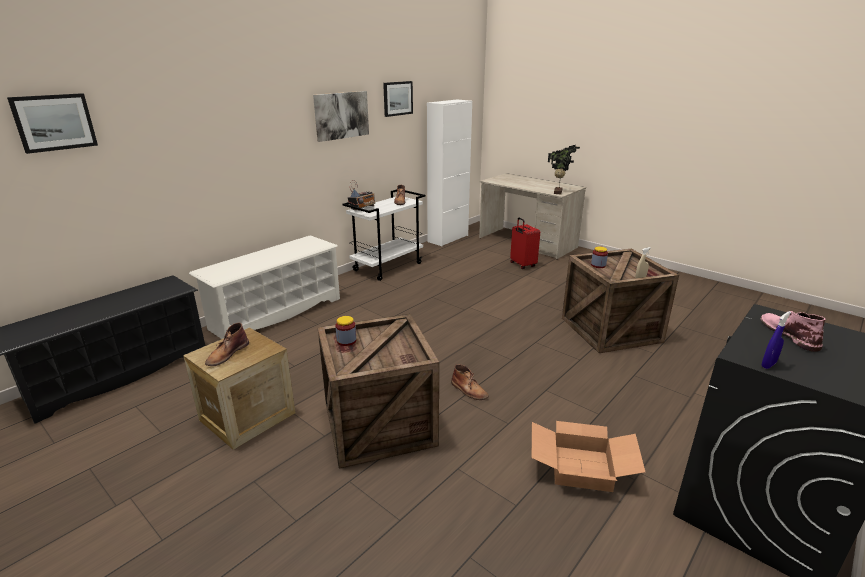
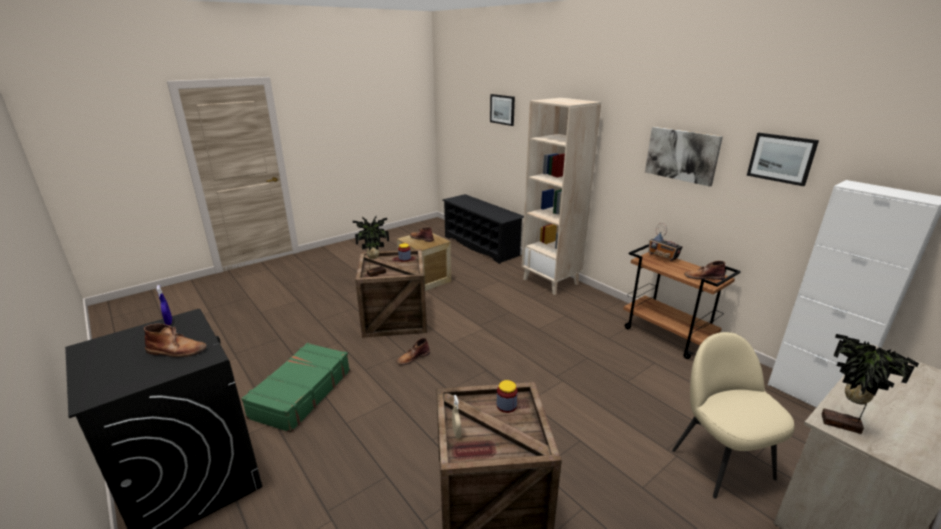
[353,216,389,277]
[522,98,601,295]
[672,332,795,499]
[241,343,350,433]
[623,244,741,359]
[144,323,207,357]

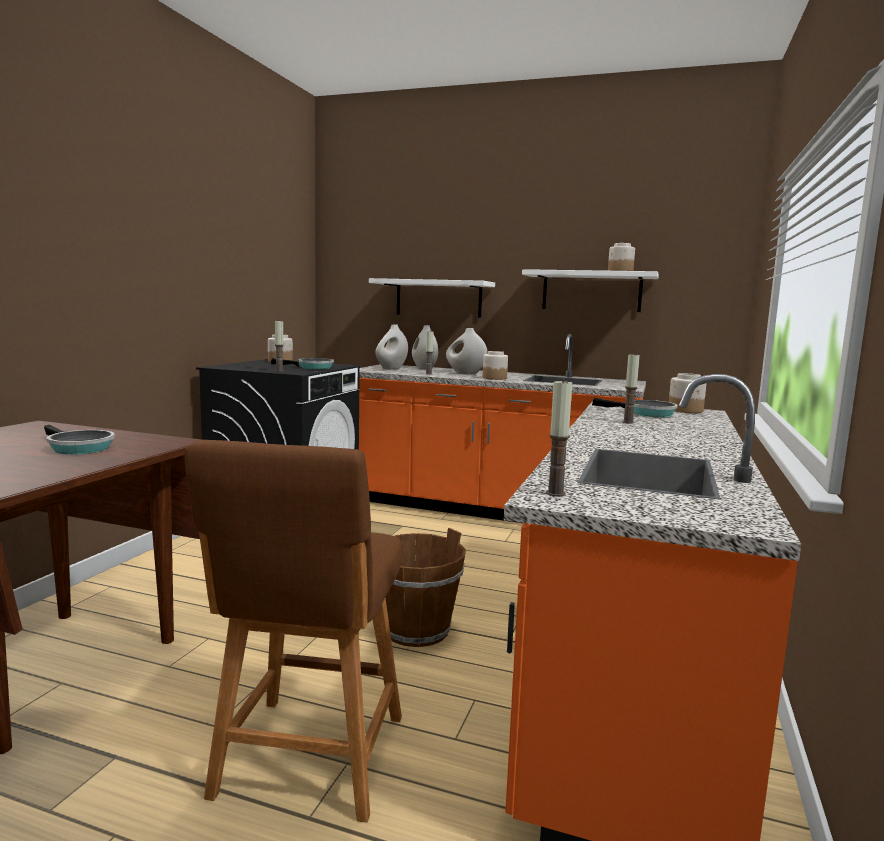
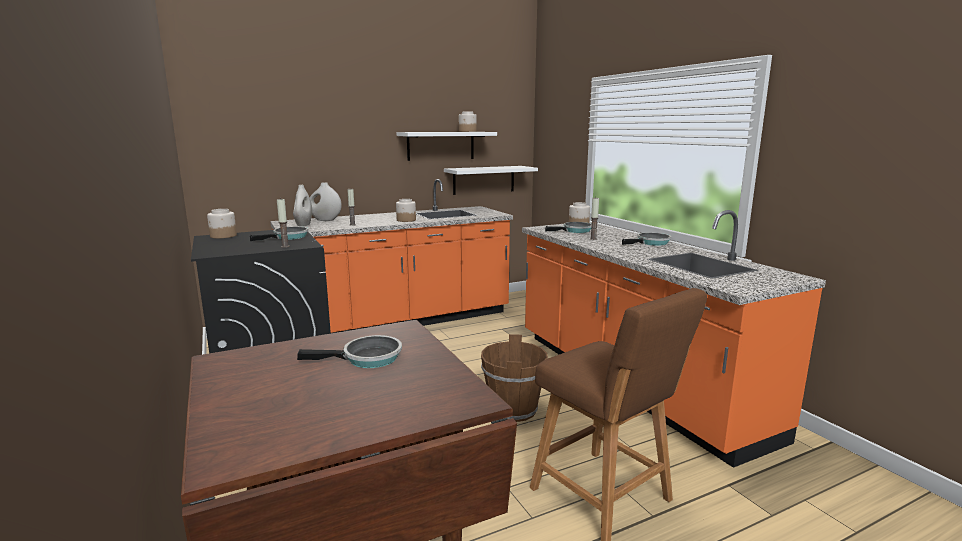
[446,328,488,375] (first image)
[546,379,572,496] (first image)
[622,232,671,246]
[444,166,538,195]

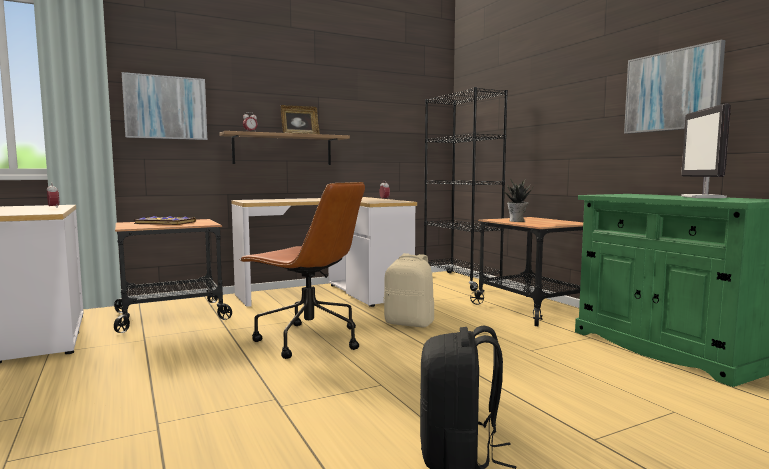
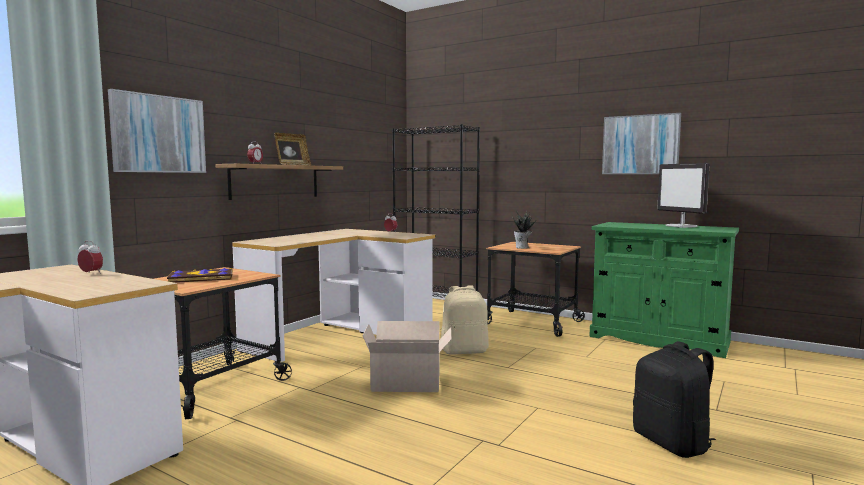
[362,321,451,392]

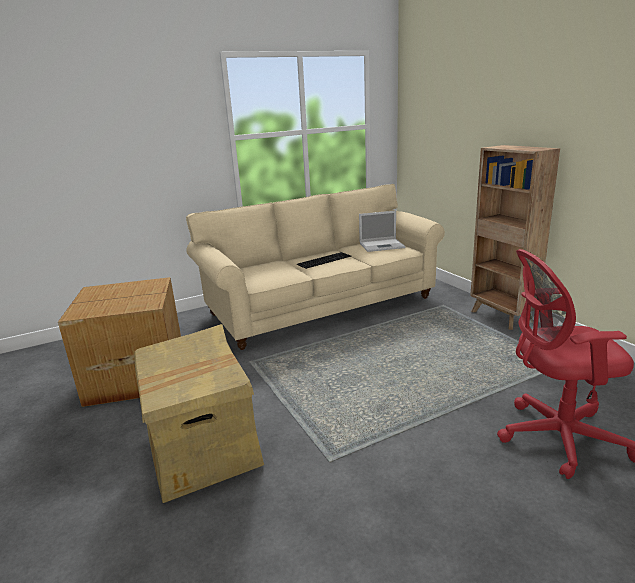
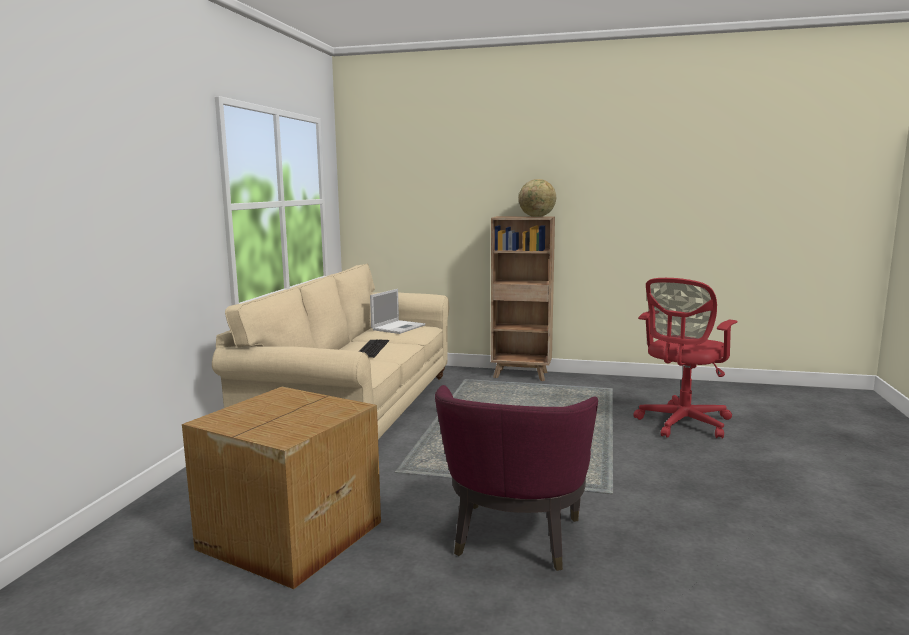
[519,179,556,217]
[435,385,598,571]

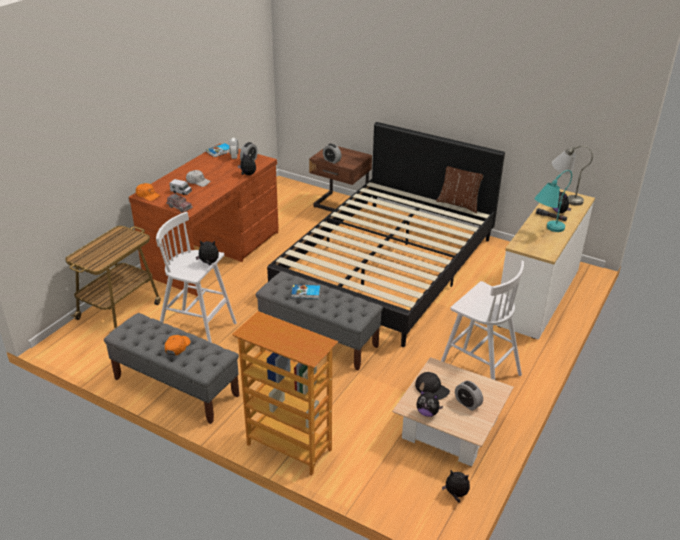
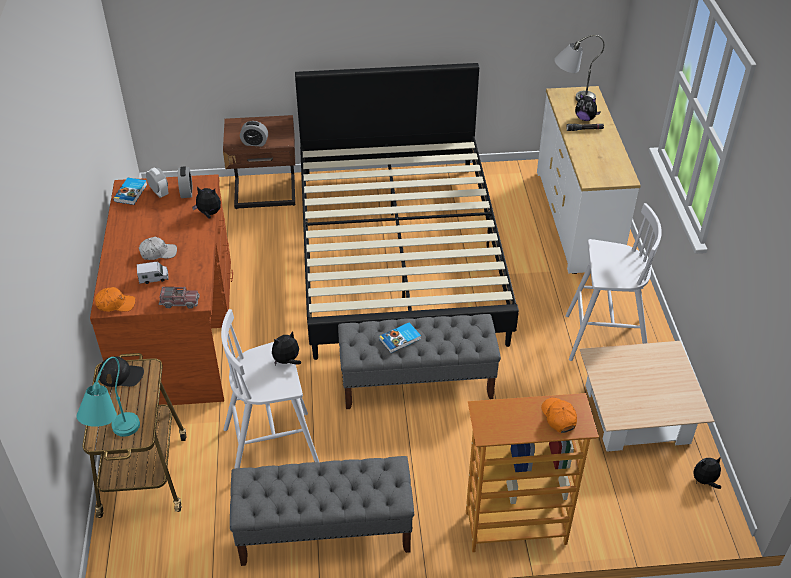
[416,390,443,417] (first image)
[436,166,483,213] (first image)
[455,381,483,411] (first image)
[541,398,577,433]
[98,356,144,387]
[77,357,140,437]

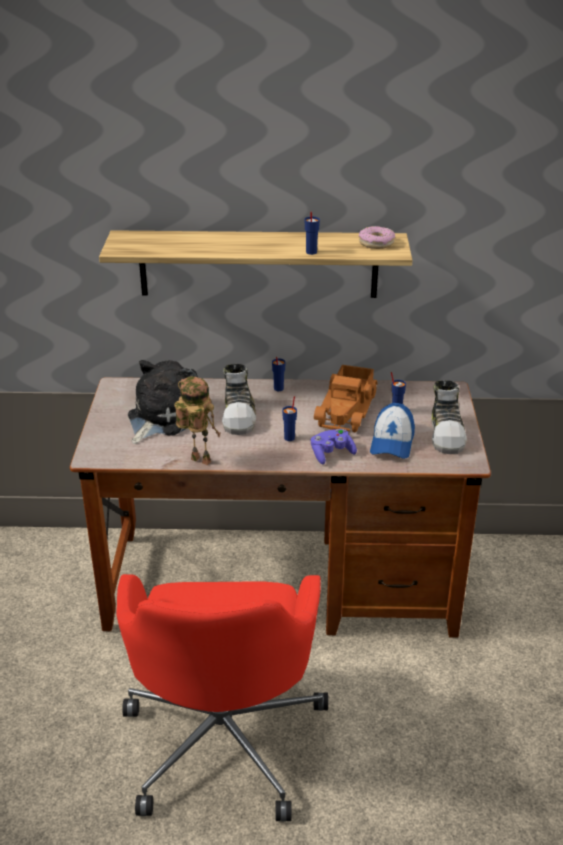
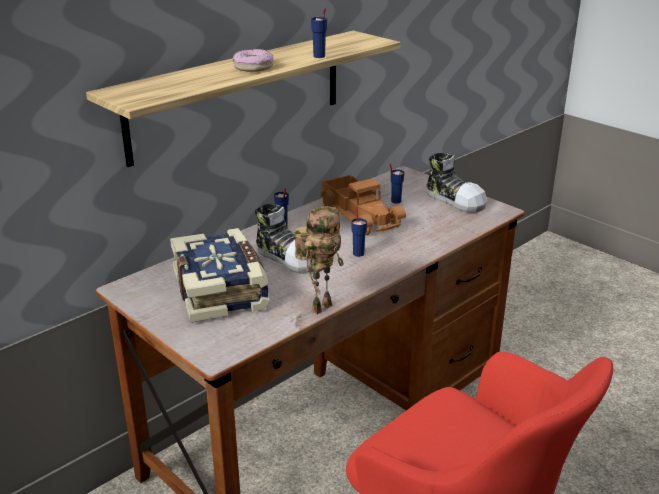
[310,429,357,465] (first image)
[370,403,415,459] (first image)
[233,49,274,72]
[170,228,269,323]
[294,206,344,315]

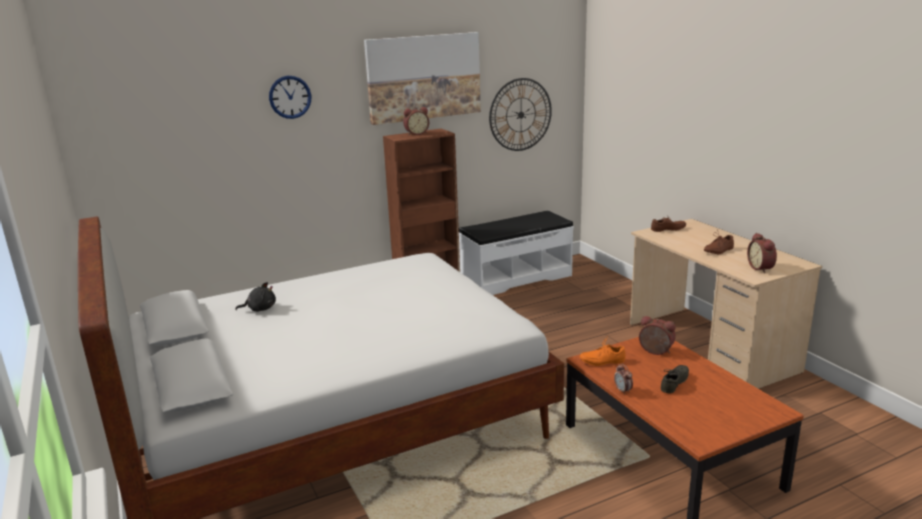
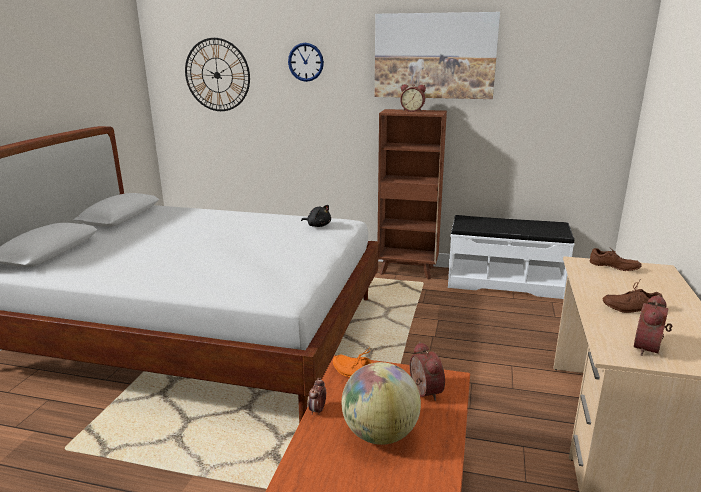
[301,205,331,227]
[185,38,250,111]
[342,362,421,445]

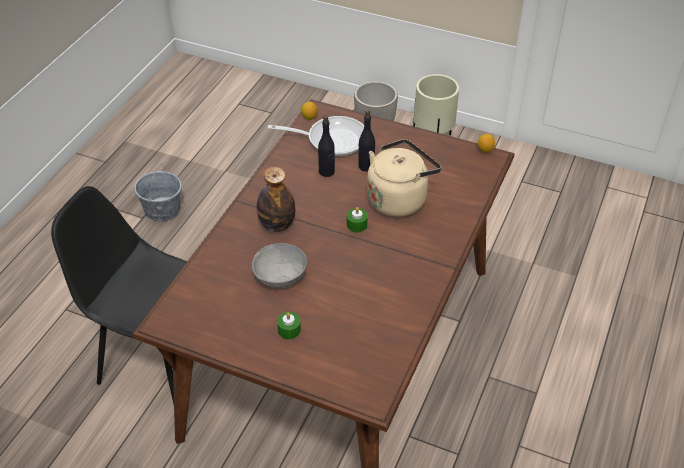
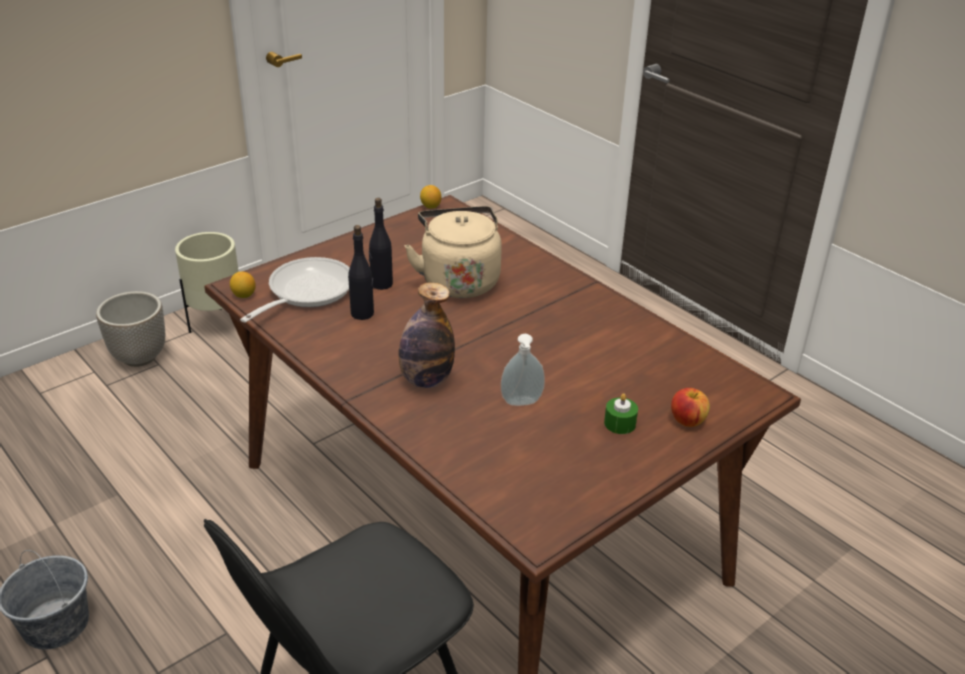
[347,207,368,233] (first image)
[671,388,710,427]
[501,334,545,406]

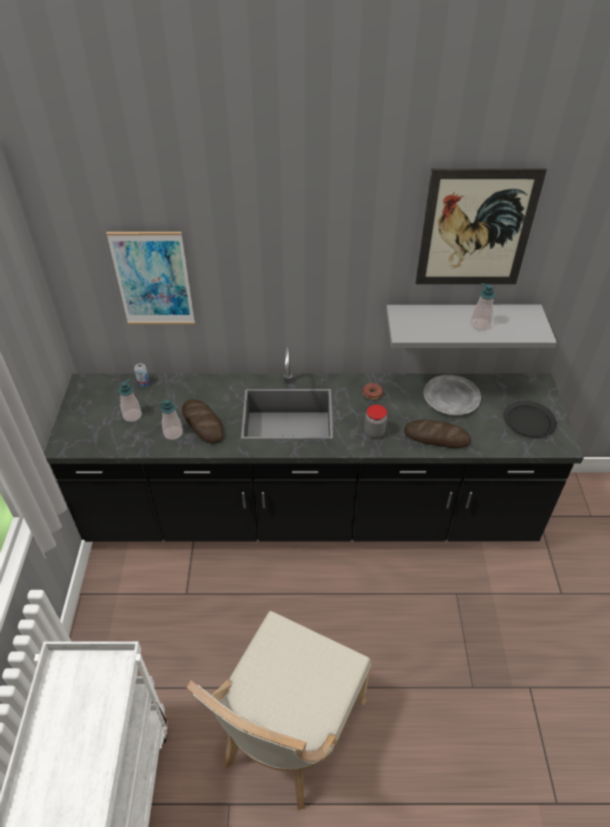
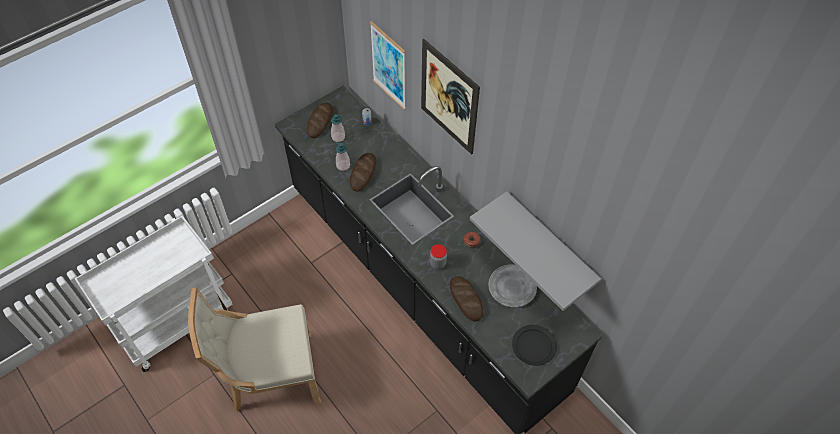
[471,283,496,330] (first image)
[307,103,333,138]
[421,39,480,155]

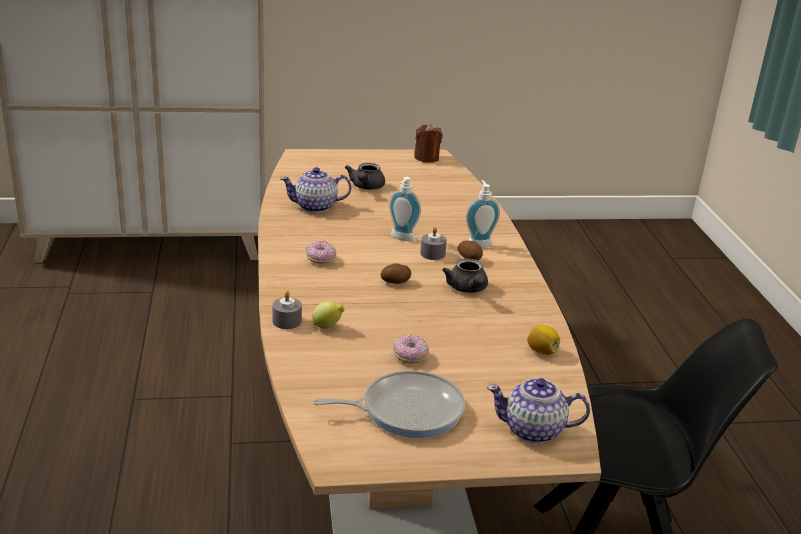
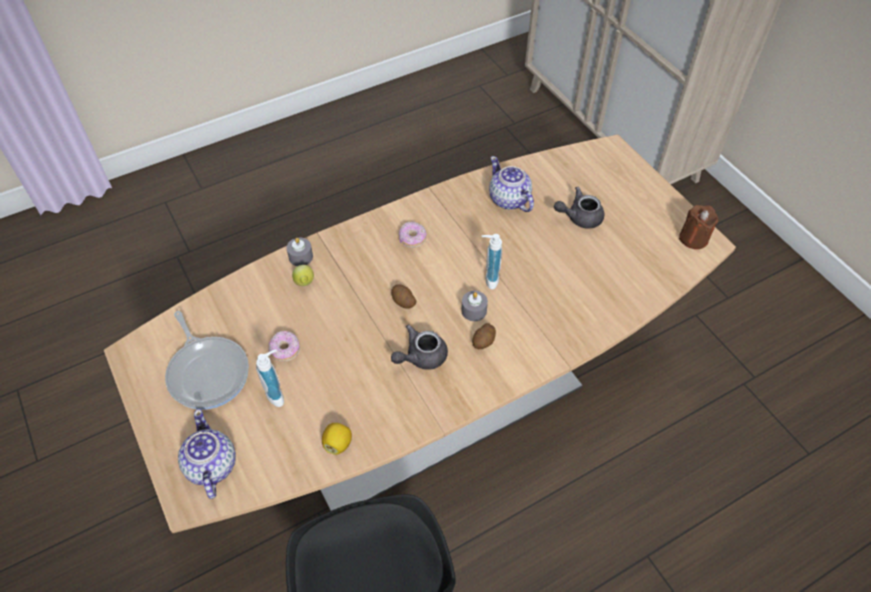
[256,349,284,407]

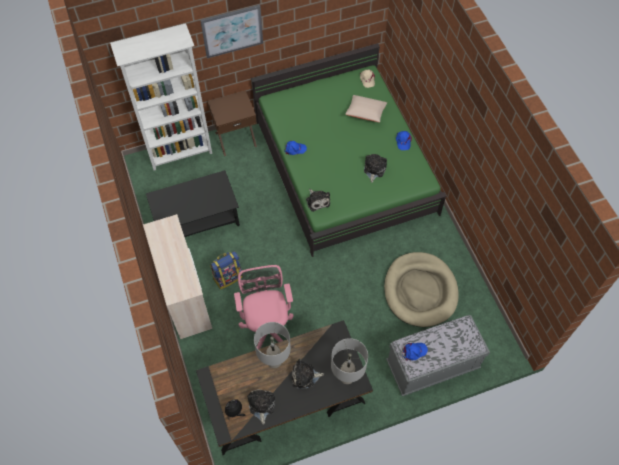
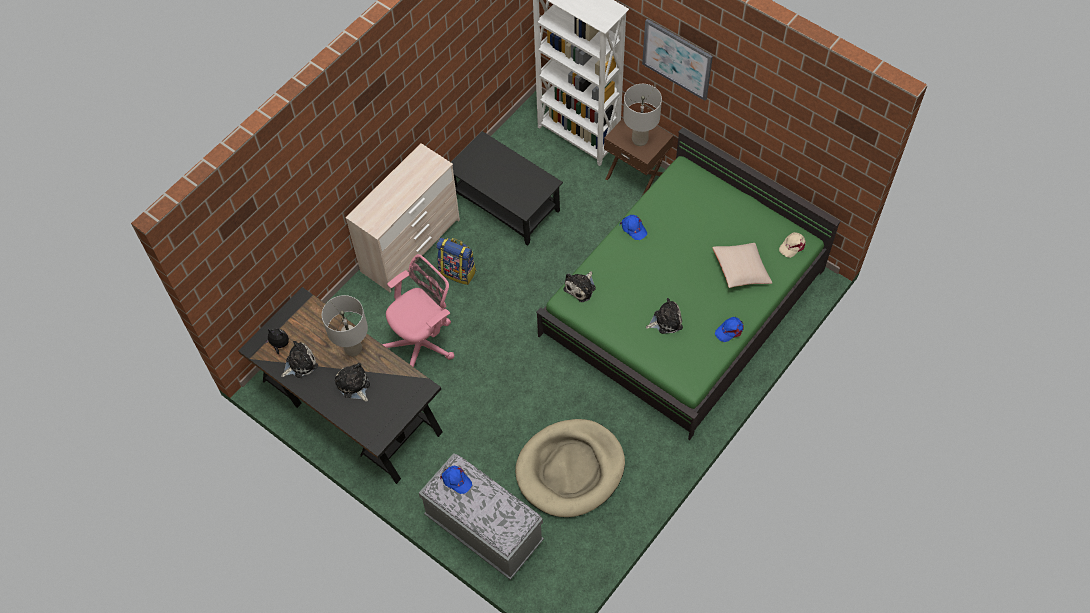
[623,84,662,146]

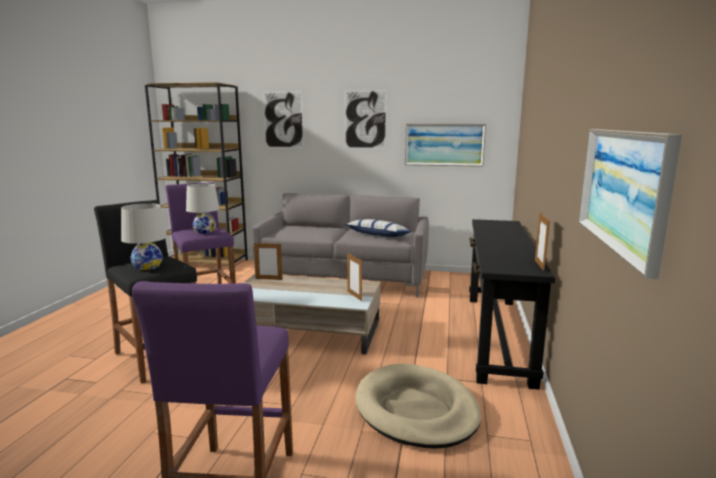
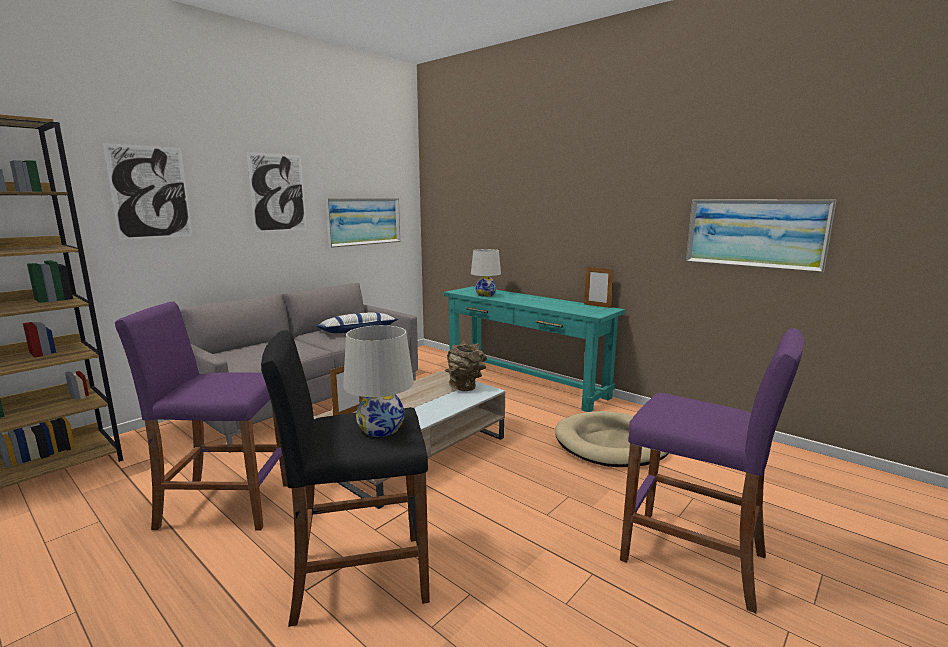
[471,249,501,297]
[445,341,487,391]
[444,286,625,412]

